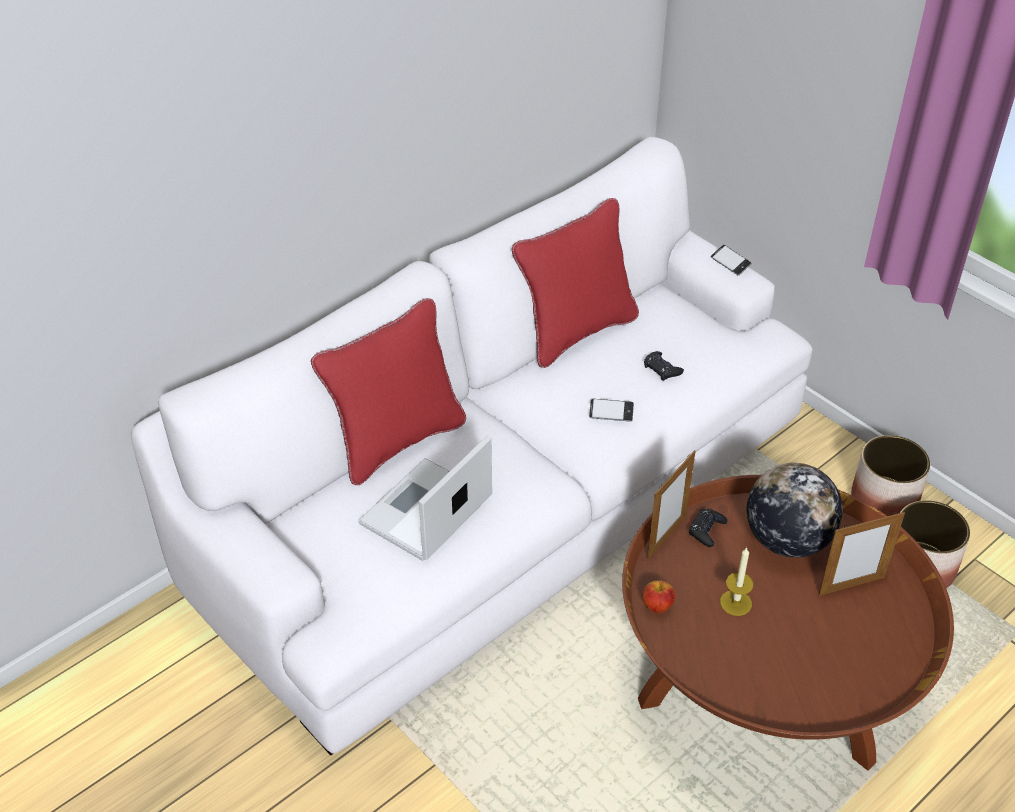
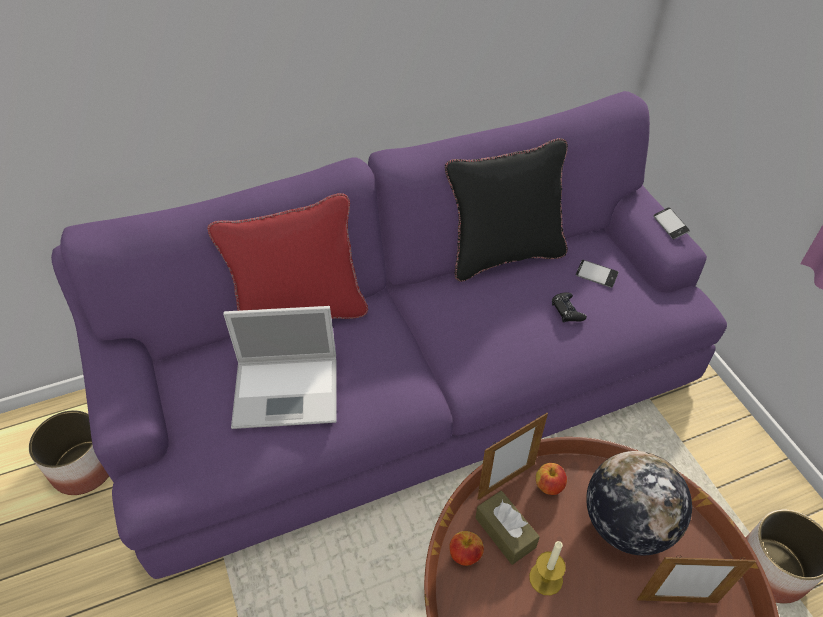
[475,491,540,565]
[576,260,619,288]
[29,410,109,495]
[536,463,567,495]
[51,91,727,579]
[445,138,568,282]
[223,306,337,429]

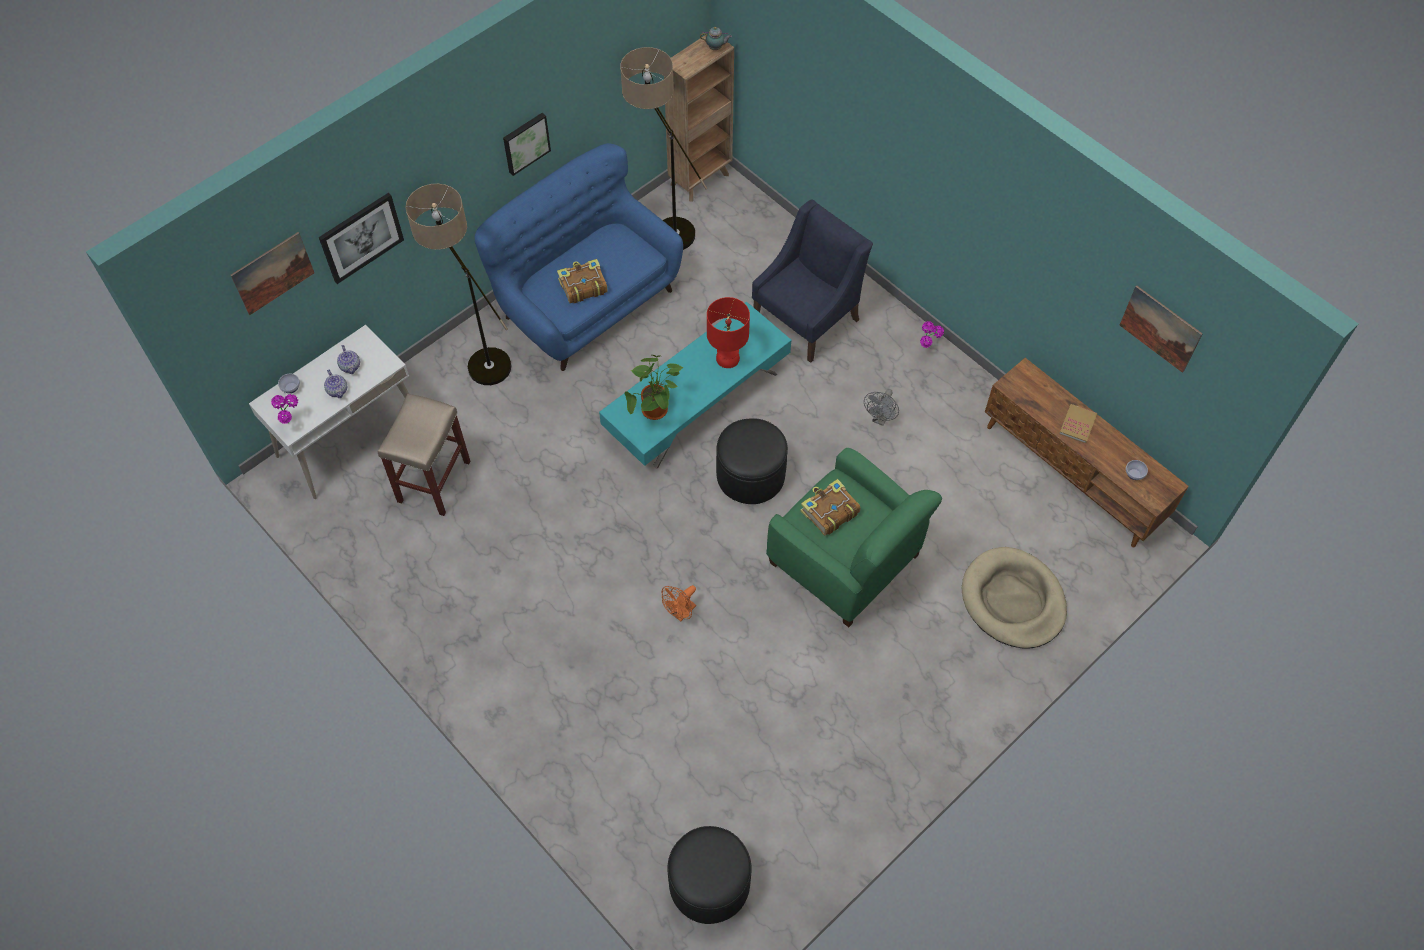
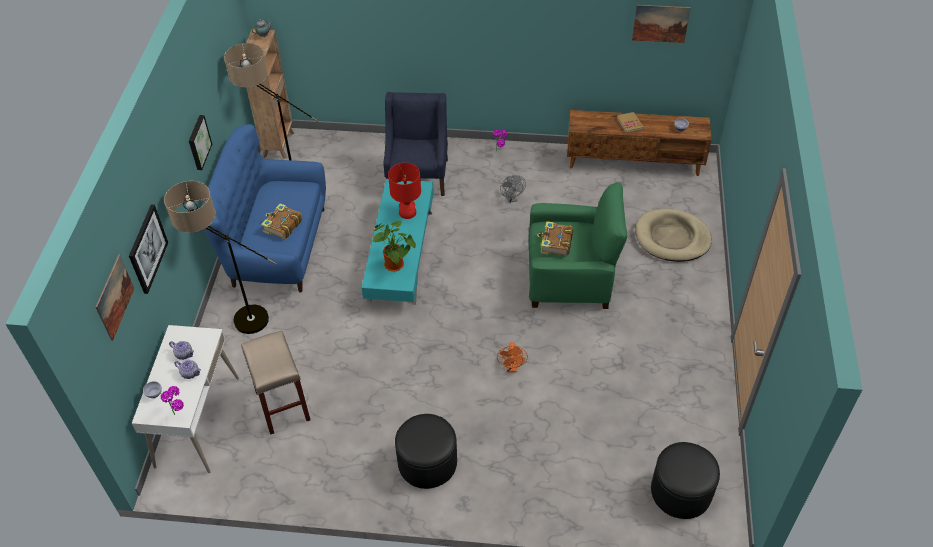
[395,414,457,489]

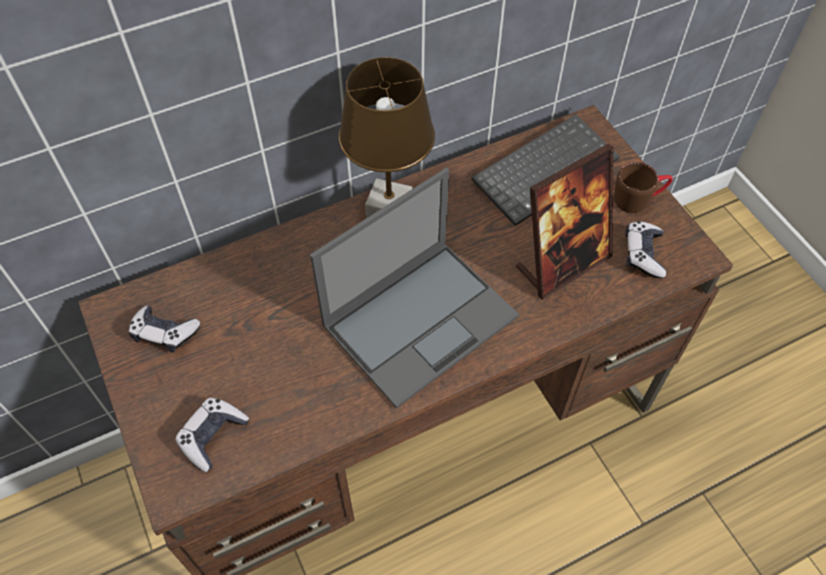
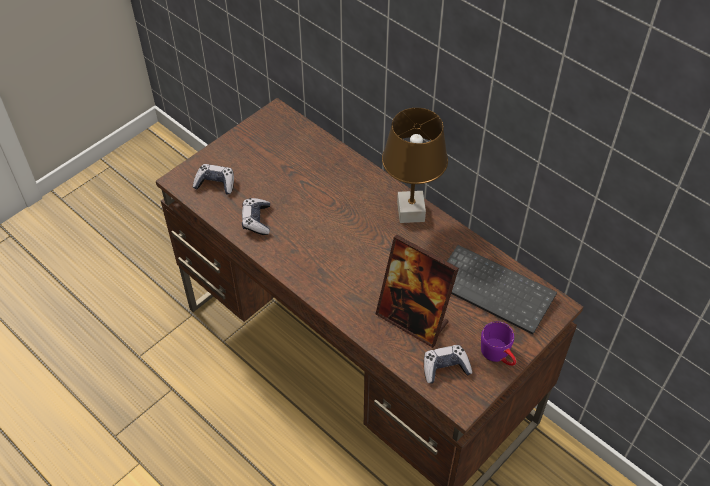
[310,168,519,408] (first image)
[242,198,270,235]
[481,321,516,366]

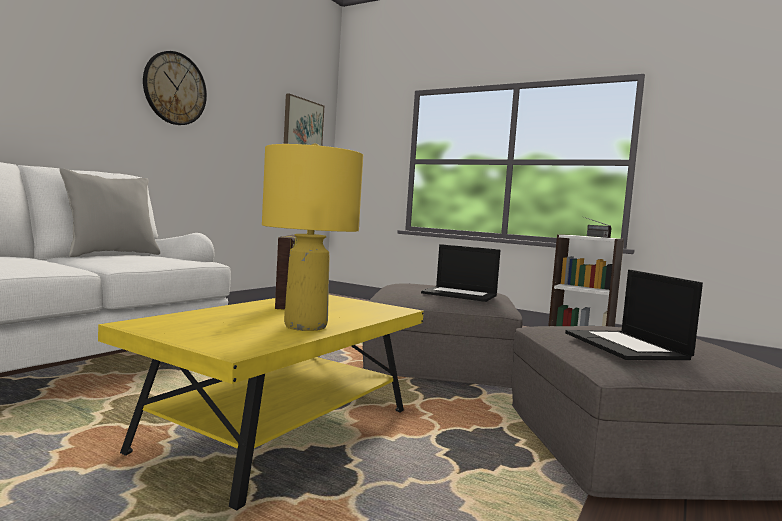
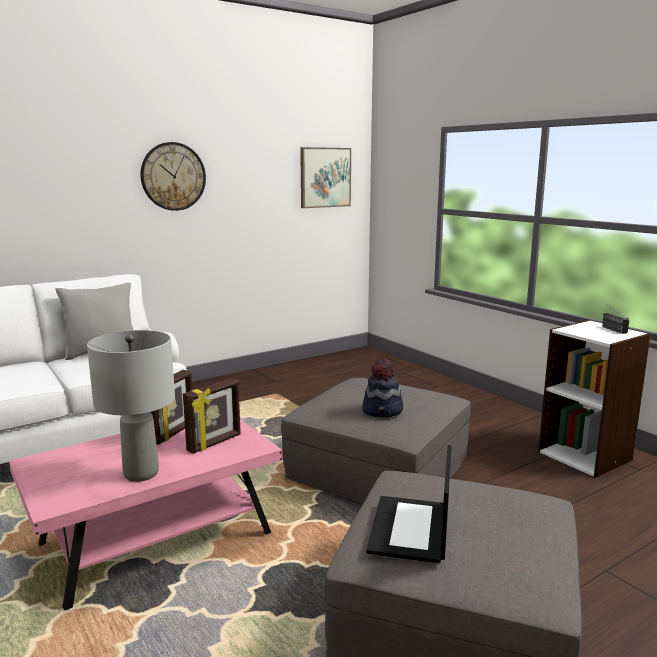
[183,378,241,453]
[362,358,403,417]
[9,419,282,611]
[87,330,175,482]

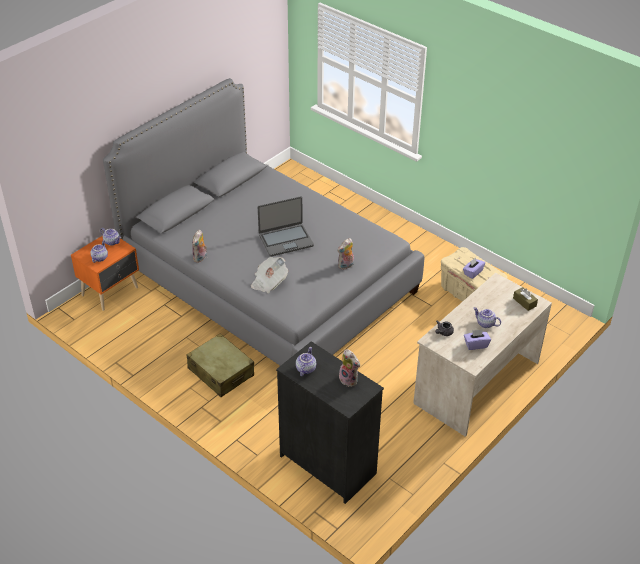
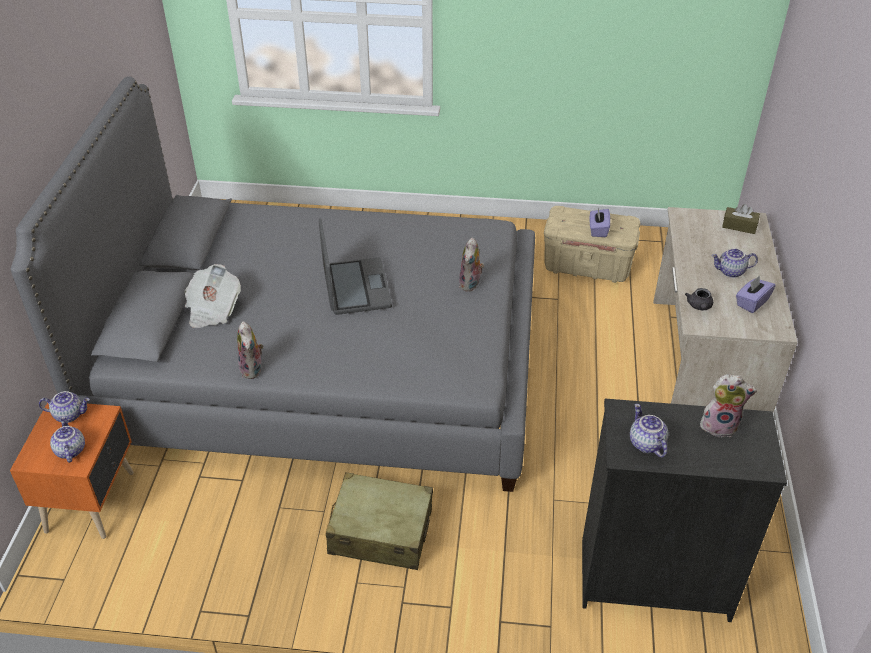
[185,264,241,328]
[319,218,392,315]

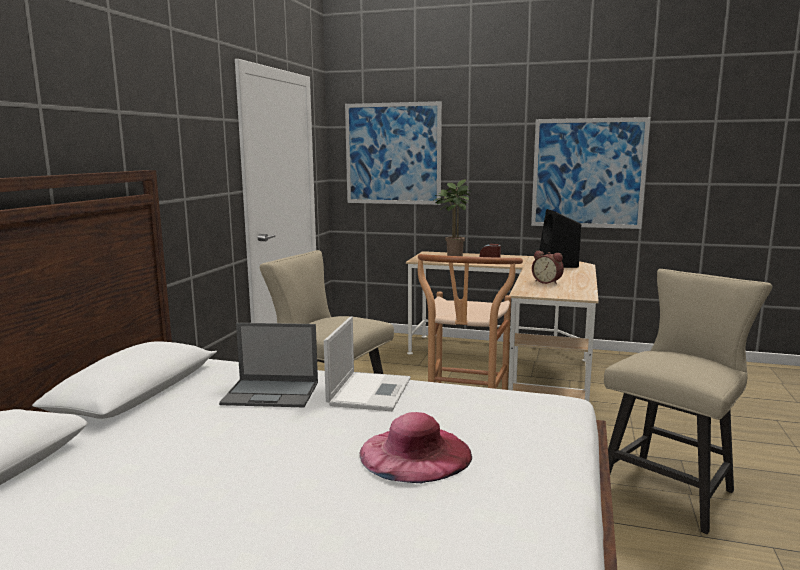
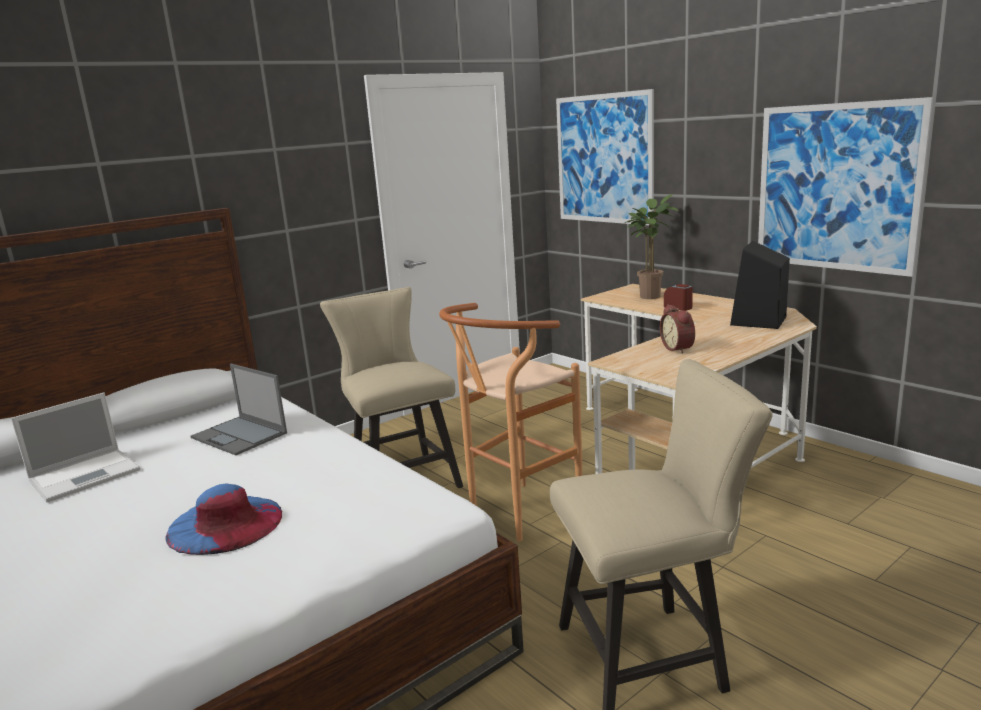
[11,392,140,502]
[165,484,282,555]

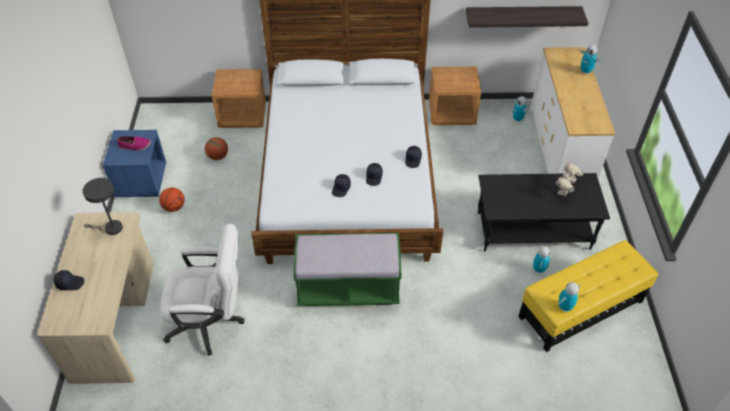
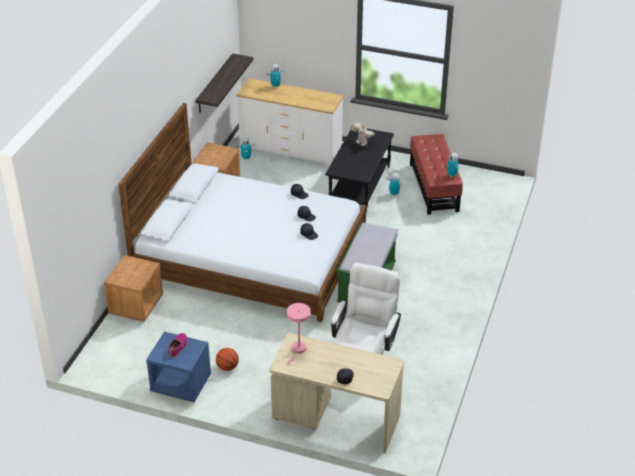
[205,137,228,160] (first image)
[286,303,311,365]
[410,134,463,215]

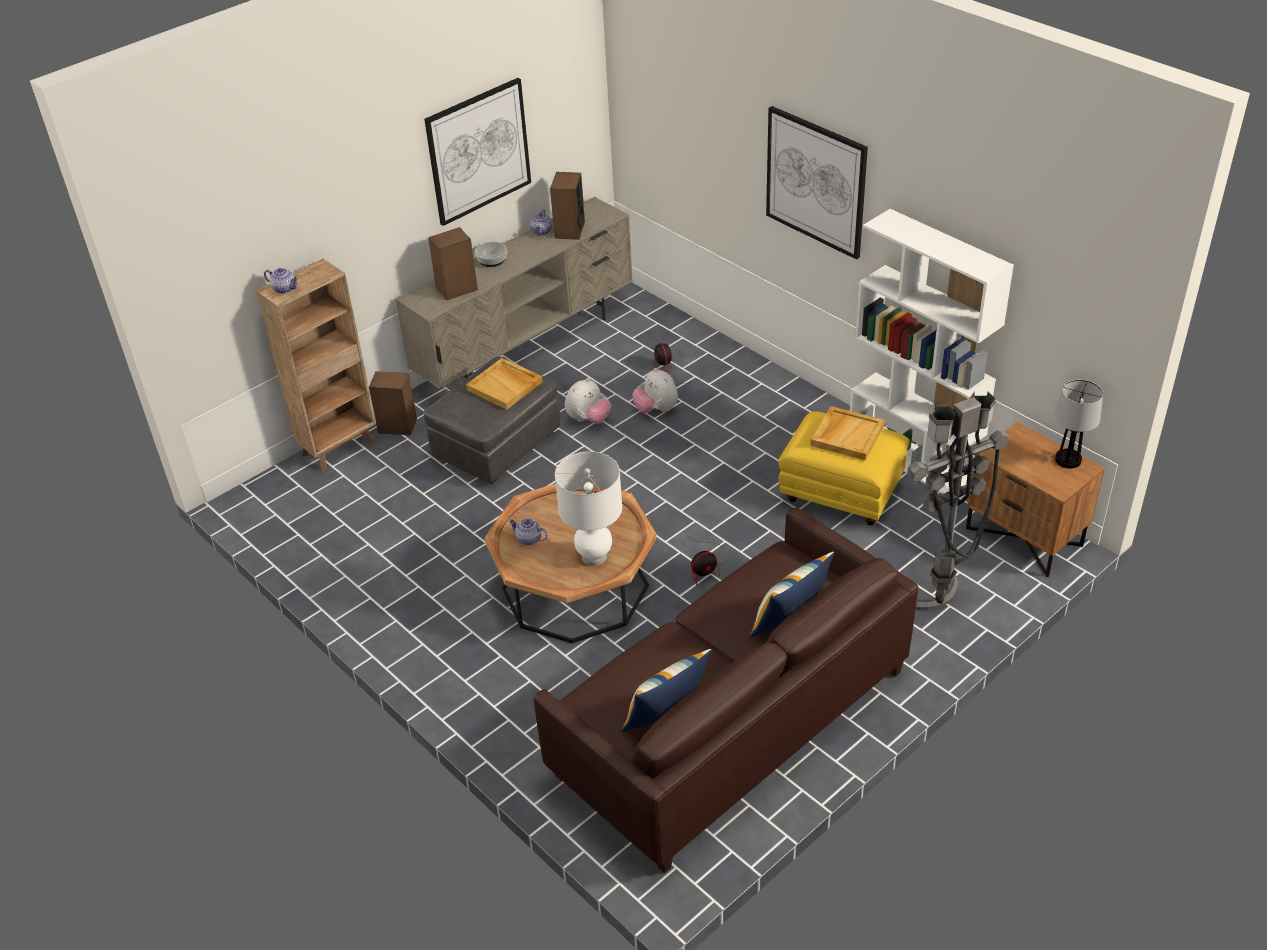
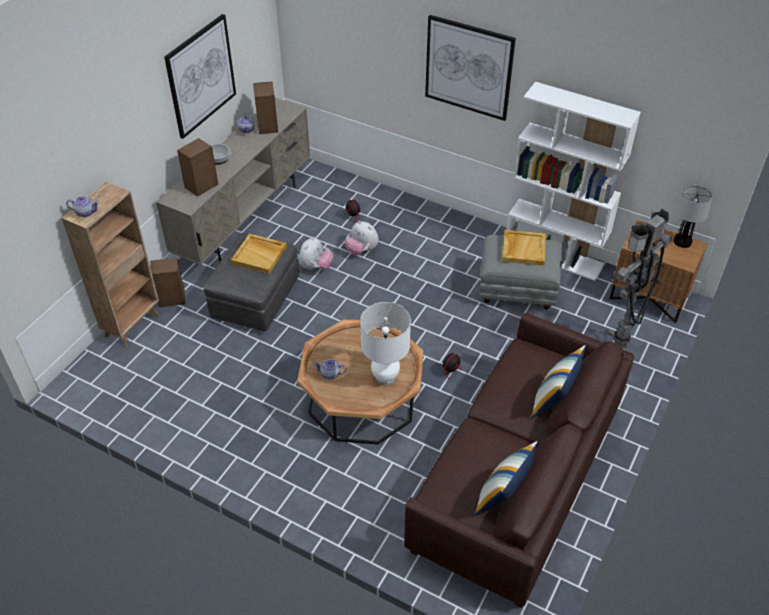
[480,235,562,309]

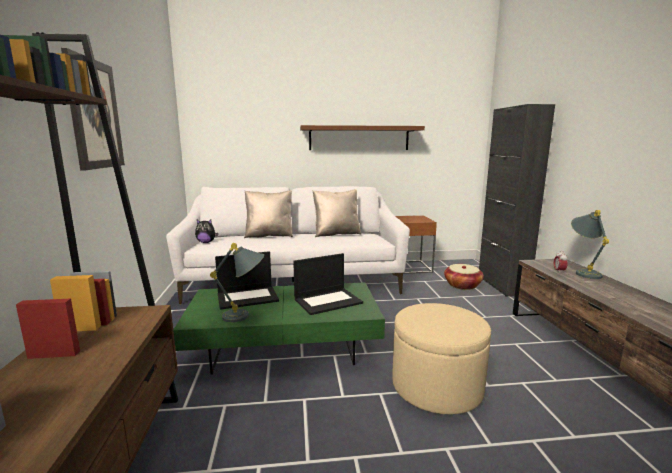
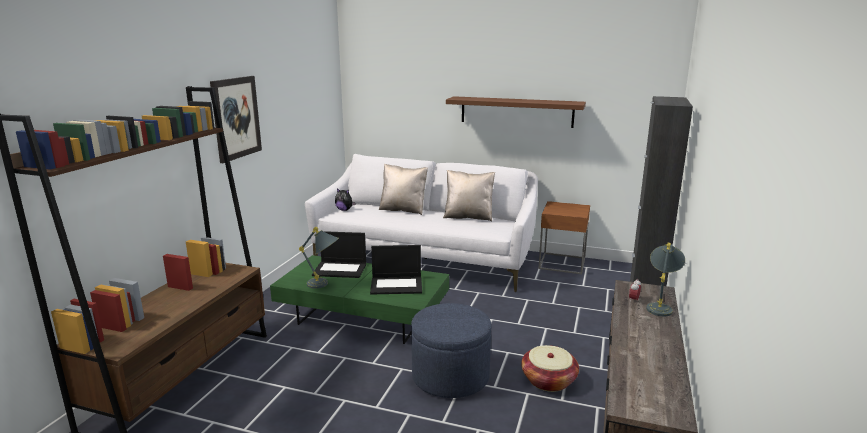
[521,345,579,392]
[411,303,491,398]

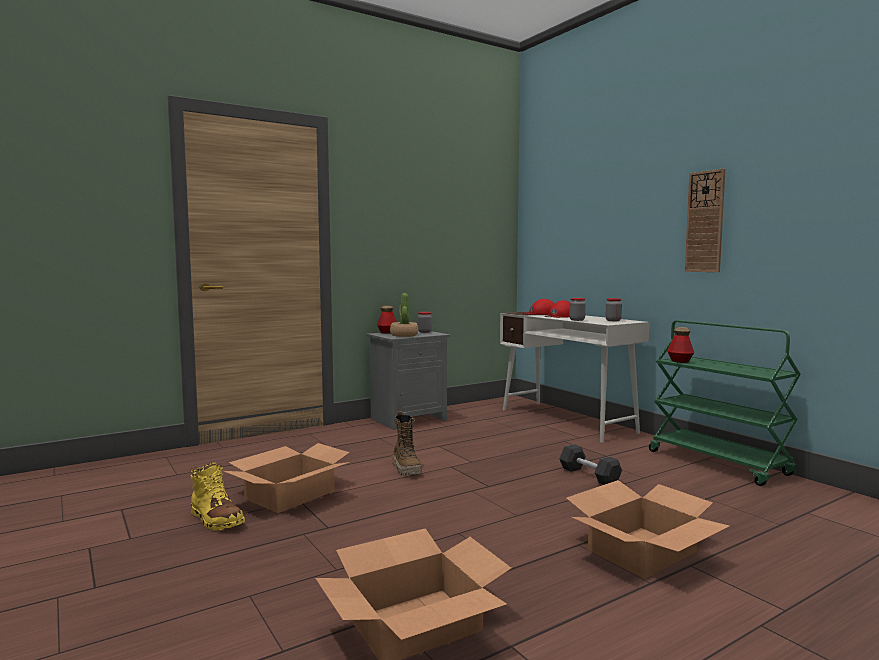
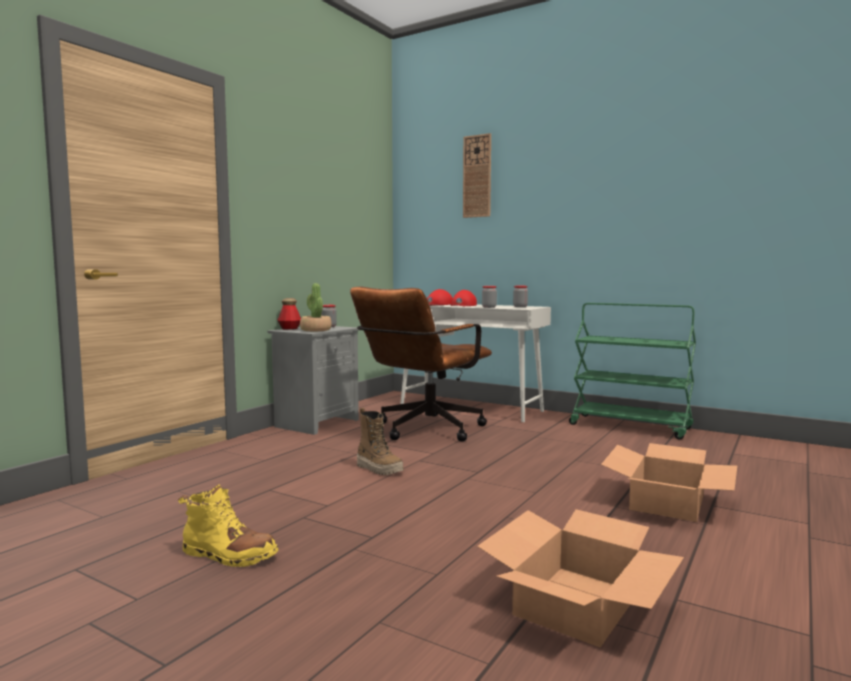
[224,443,350,513] (first image)
[559,444,622,485] (first image)
[667,327,694,363] (first image)
[350,287,492,442]
[463,133,491,218]

